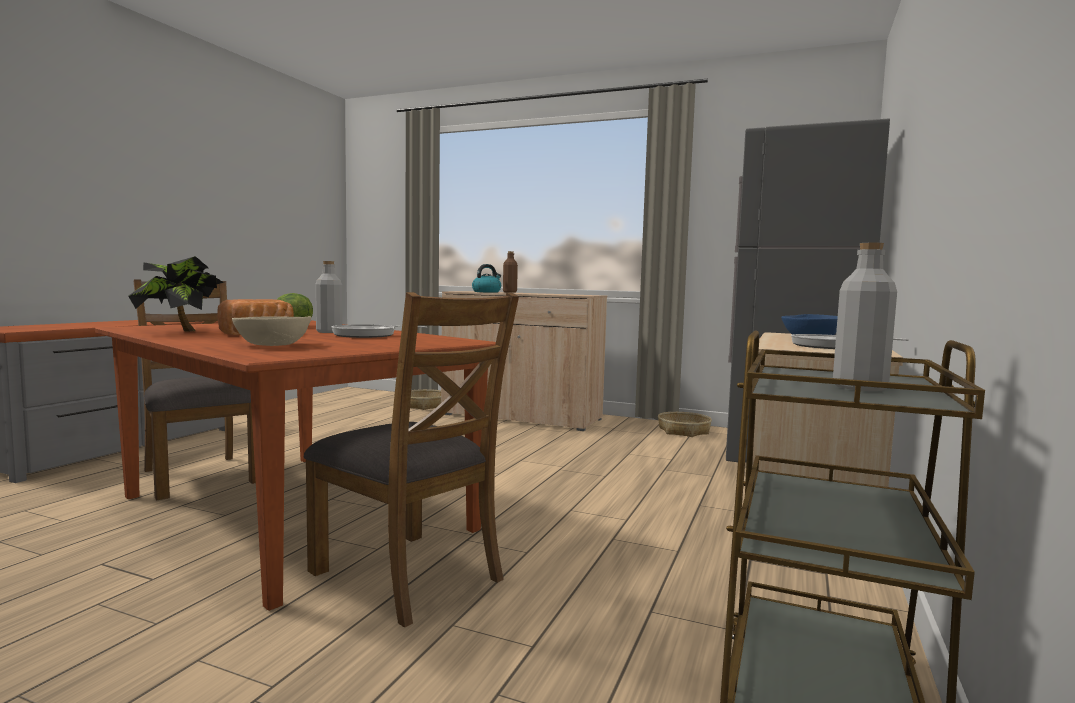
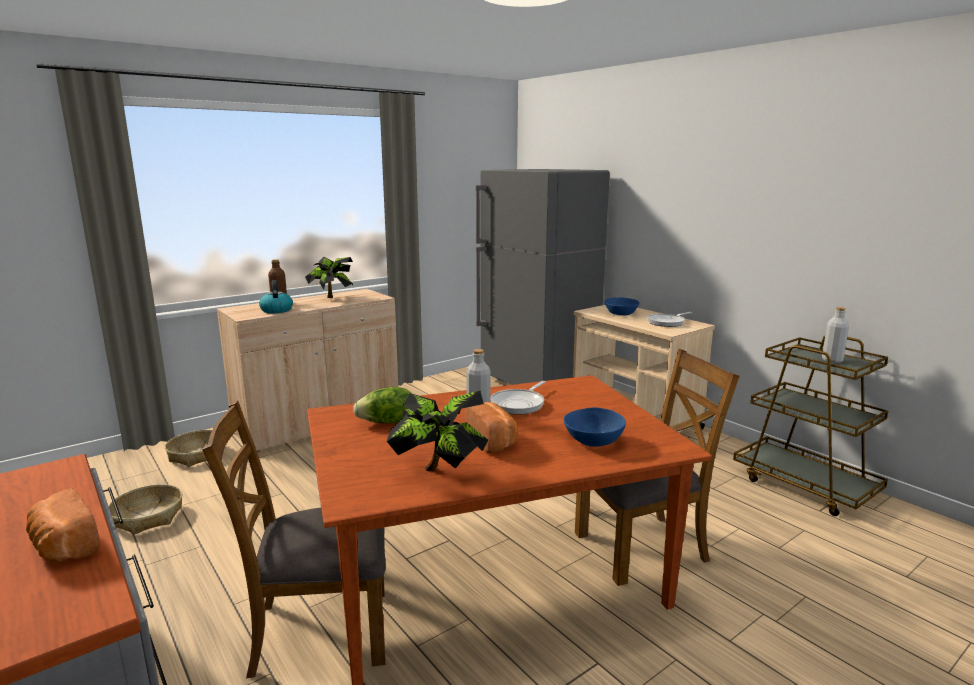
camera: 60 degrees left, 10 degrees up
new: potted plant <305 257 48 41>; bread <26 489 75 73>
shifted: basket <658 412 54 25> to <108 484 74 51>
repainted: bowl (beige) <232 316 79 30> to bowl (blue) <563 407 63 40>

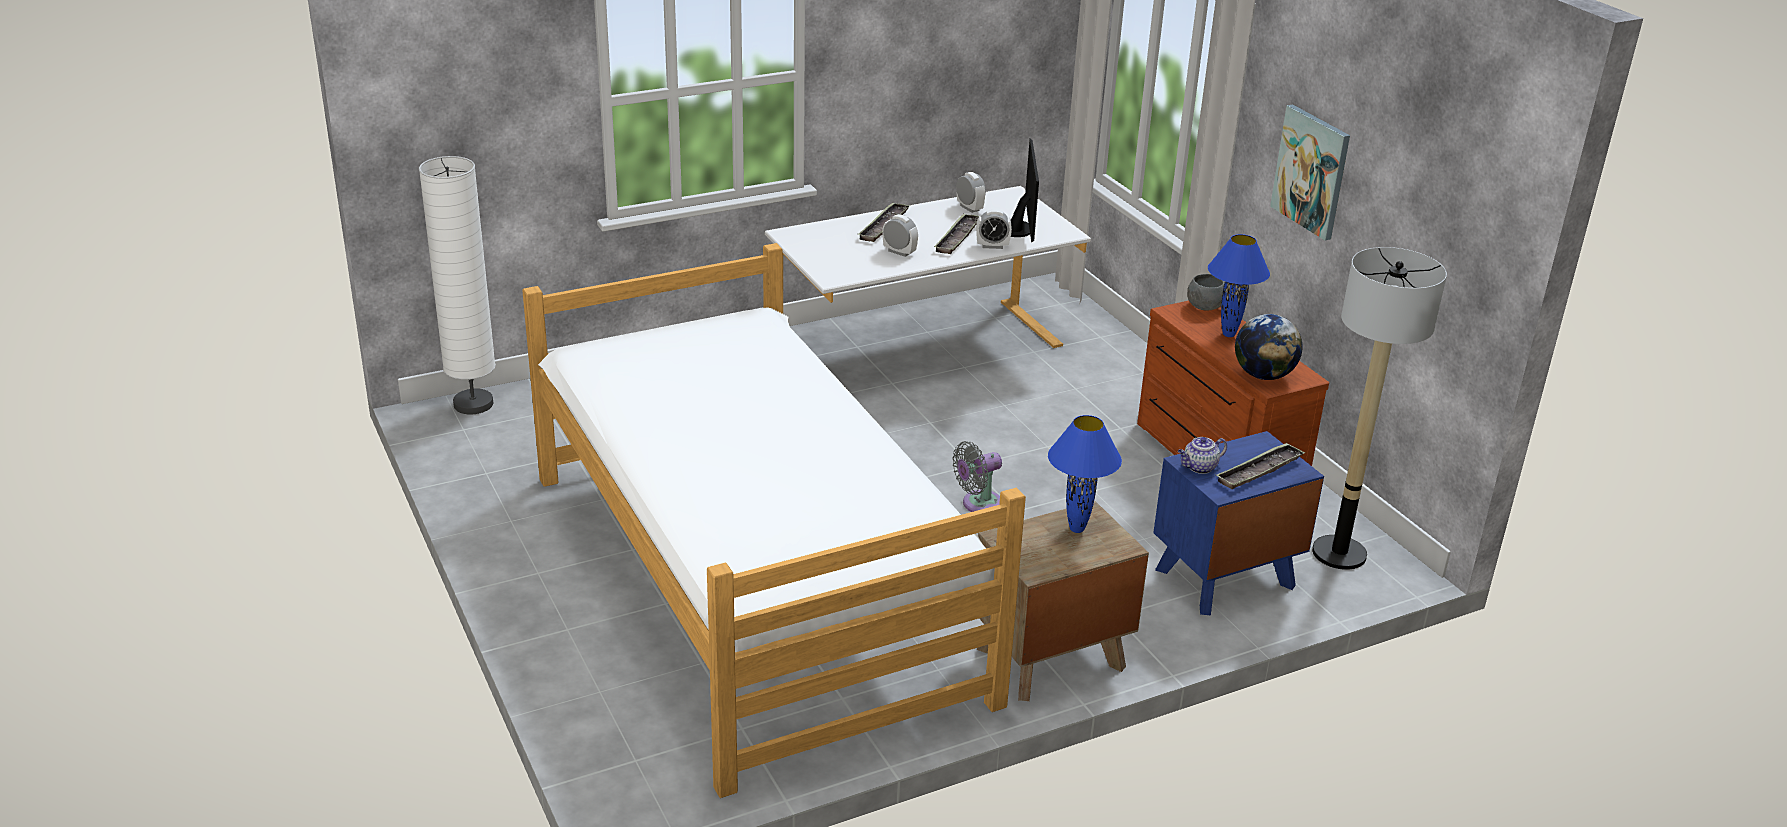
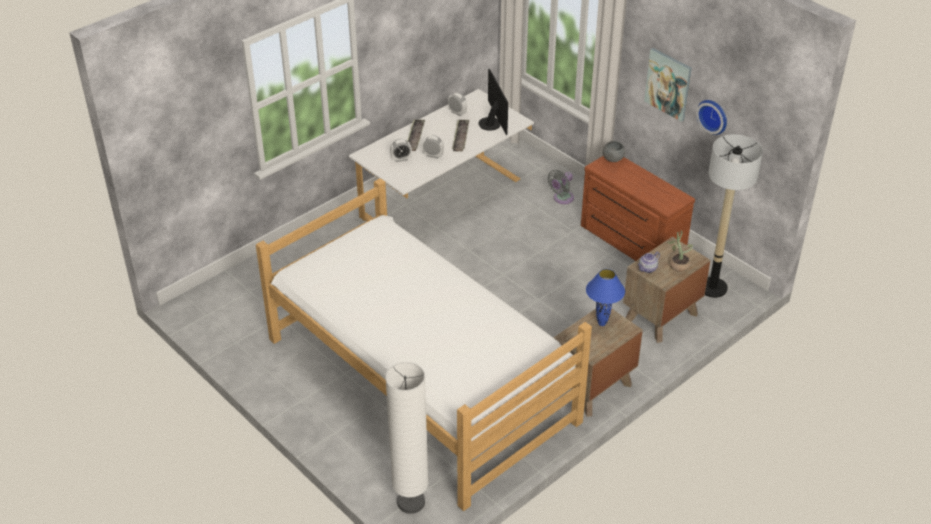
camera: 15 degrees left, 10 degrees up
gone: table lamp (blue) <1208 234 62 103>; globe <1235 314 67 66>
new: wall clock <696 100 31 35>
shifted: floor lamp (white) <419 156 77 258> to <385 362 44 152>; alarm clock <976 209 36 40> to <390 139 22 23>; fan (grey) <952 441 50 71> to <547 170 27 34>
swapped: tray <1217 442 88 47> to potted plant <668 231 25 41>
repainted: nightstand (blue) <1153 431 171 184> to nightstand (brown) <623 237 88 106>

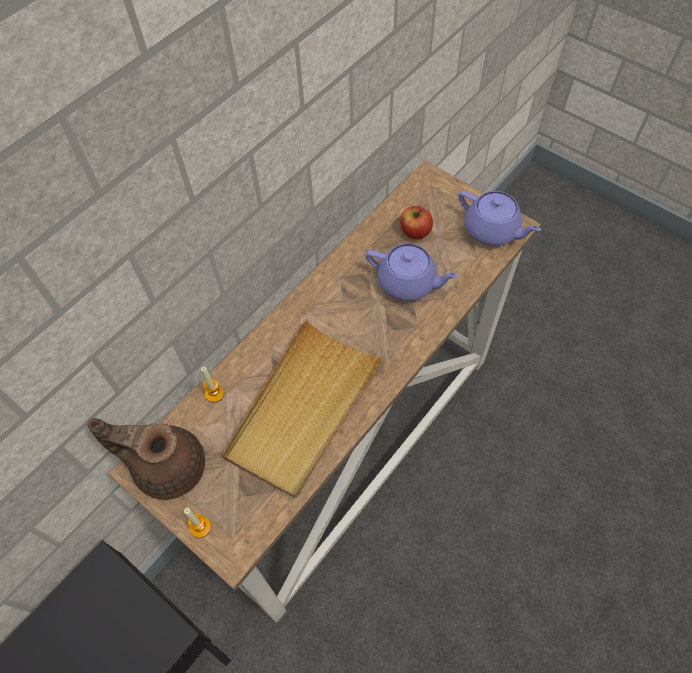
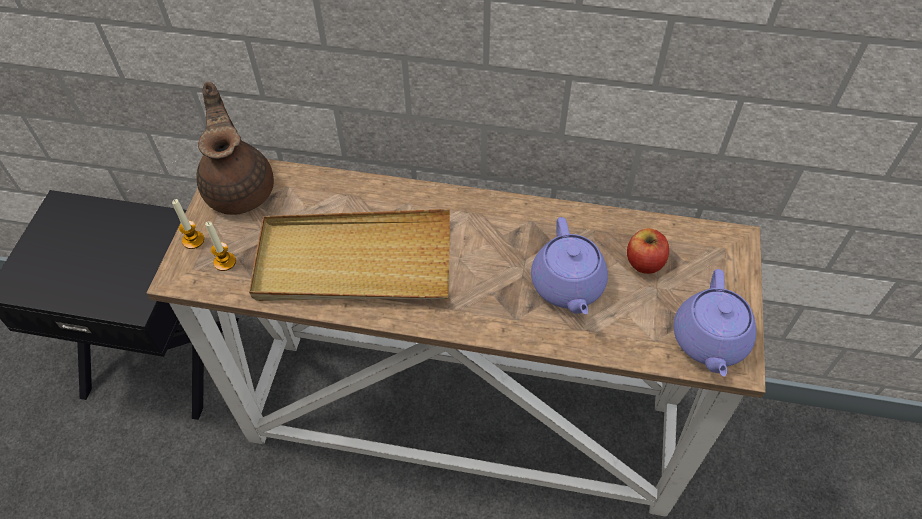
camera: 60 degrees right, 5 degrees down
shifted: candle <201 367 23 35> to <205 221 31 50>

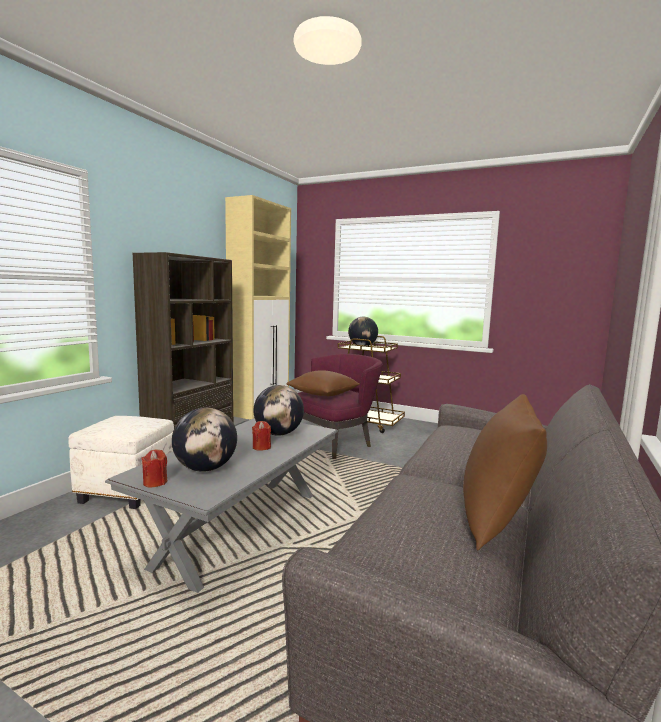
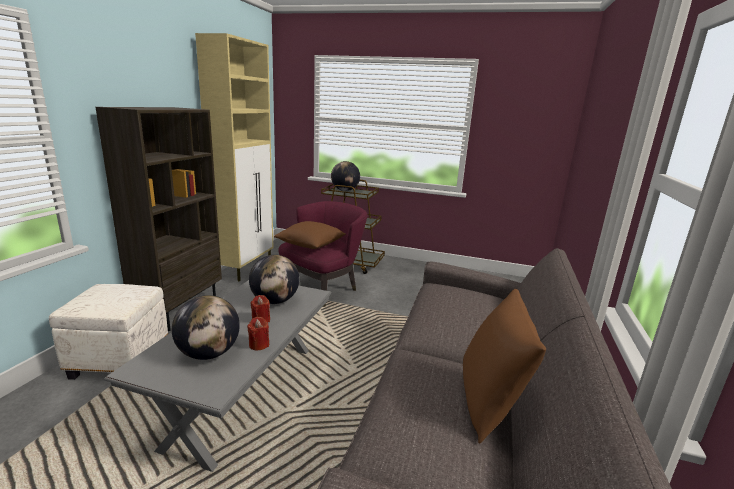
camera: 10 degrees left, 10 degrees up
shifted: candle (red) <141 449 26 38> to <247 317 22 34>

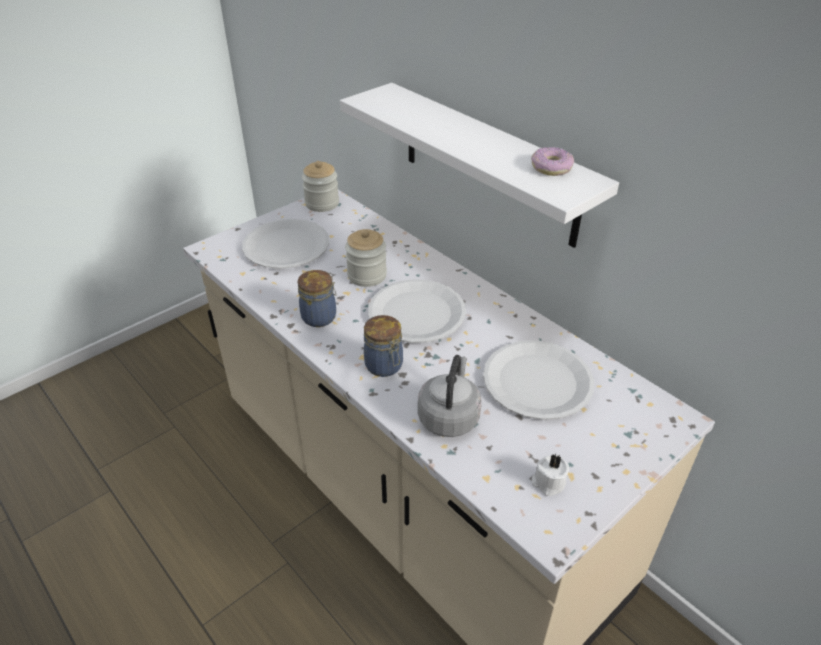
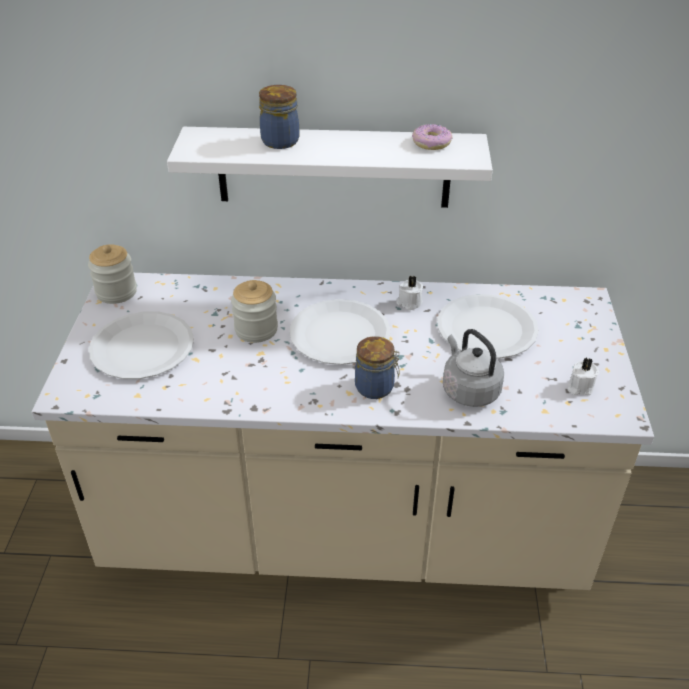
camera: 45 degrees left, 0 degrees up
new: candle (white) <397 276 26 34>
shifted: jar <298 270 39 57> to <259 85 40 64>

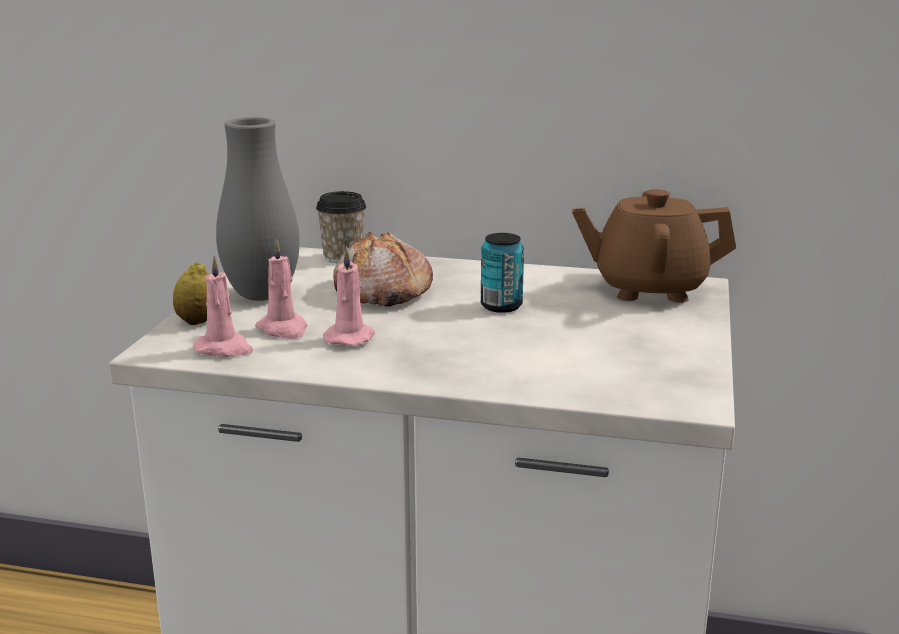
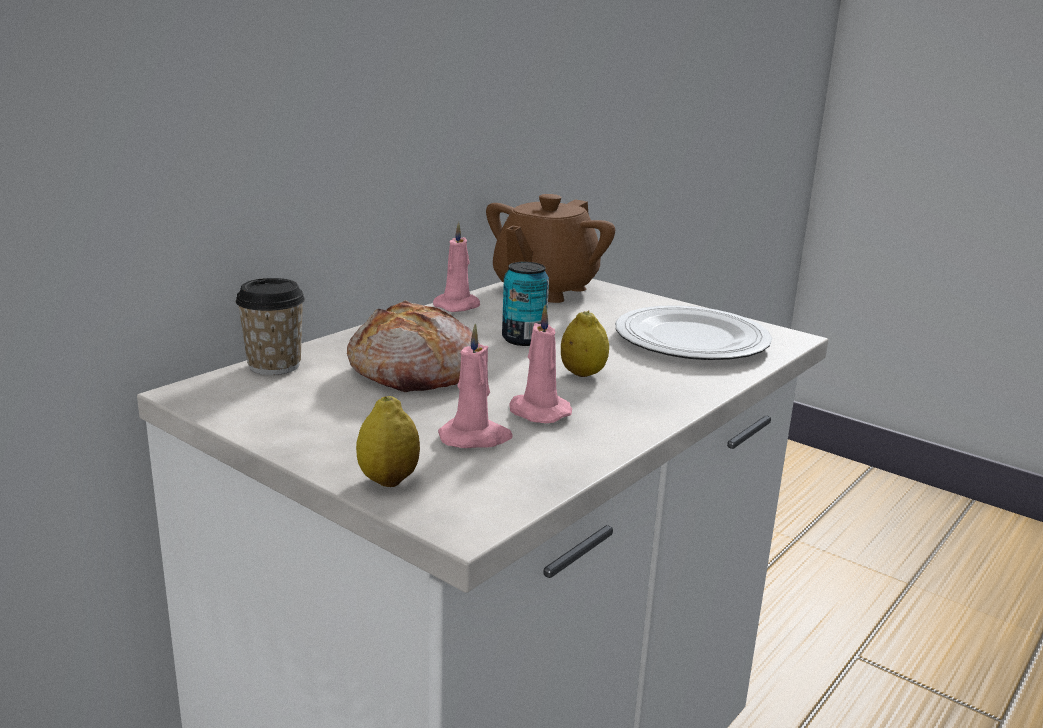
camera: 65 degrees left, 0 degrees up
gone: vase (grey) <216 117 84 184>
new: plate <615 305 157 55>; lemon <561 310 48 67>
shifted: candle (pink) <193 255 60 102> to <433 222 47 90>

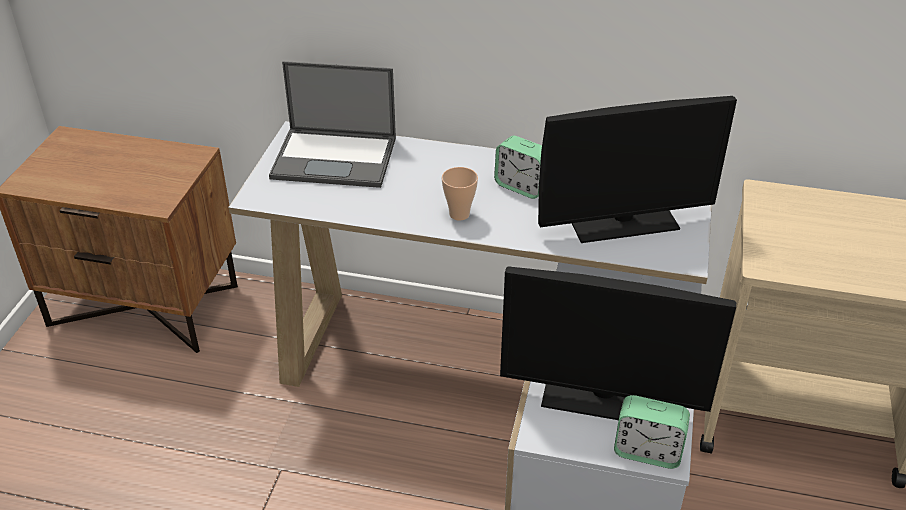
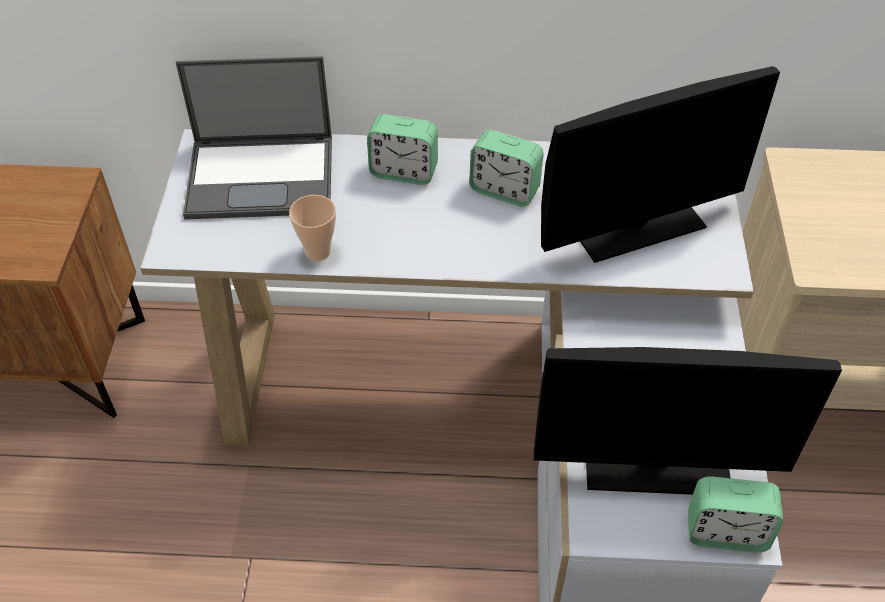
camera: 10 degrees left, 10 degrees up
new: alarm clock <367 114 71 71>
shifted: cup <442 167 36 54> to <289 195 47 66>

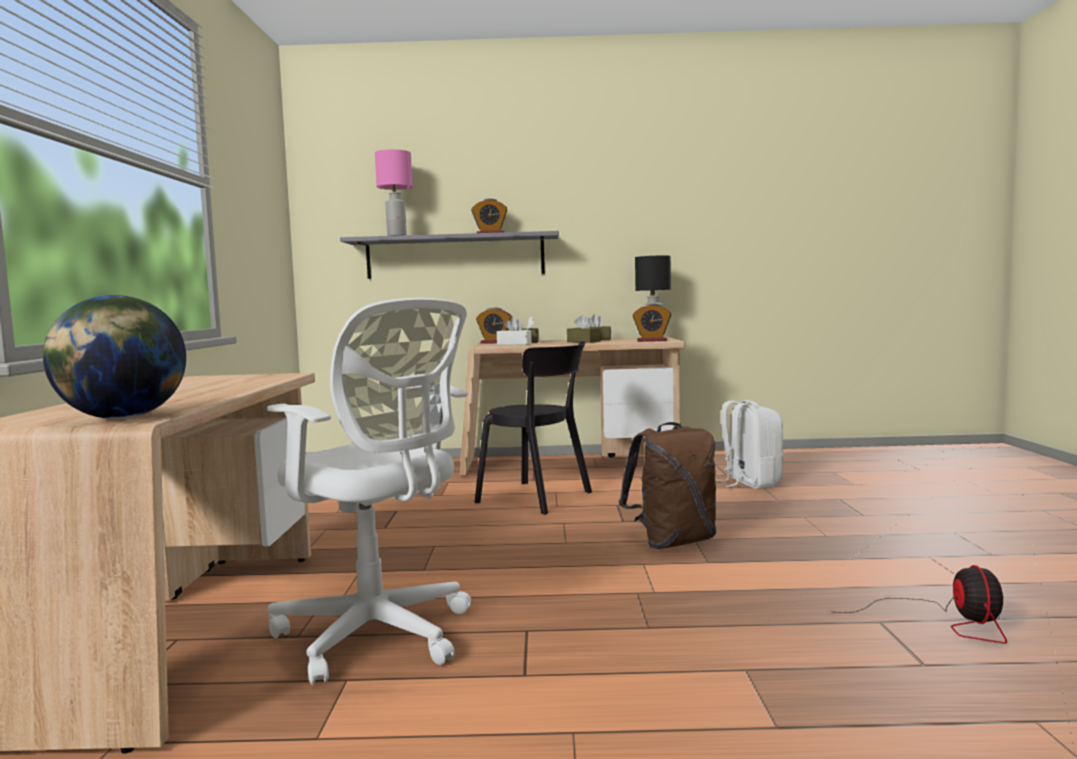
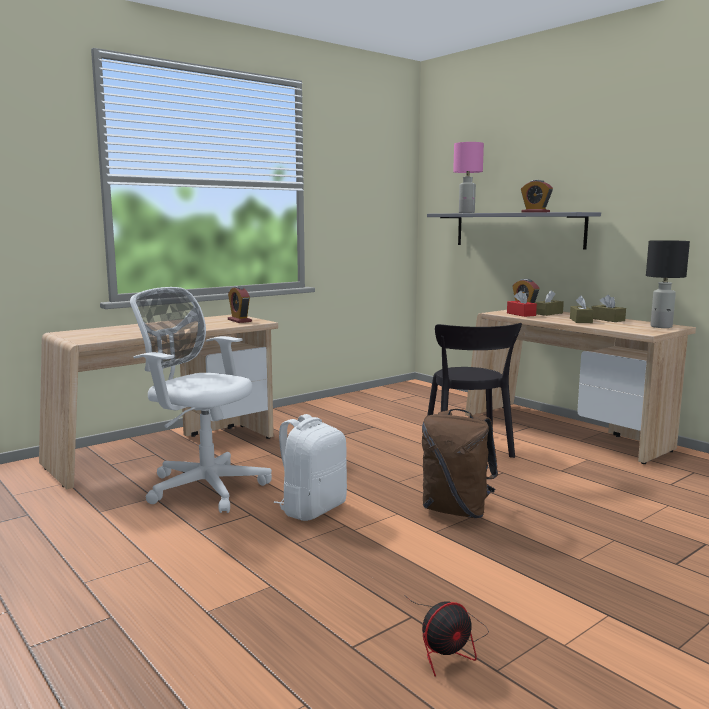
camera: 50 degrees right, 5 degrees up
gone: globe <43 295 143 124>
shifted: alarm clock <633 303 38 39> to <228 286 24 37>; backpack (white) <715 400 68 89> to <273 414 74 107>
repainted: tissue box (white) <497 317 35 28> to tissue box (red) <507 291 30 26>
rotated: office chair (white) <267 298 204 387> = <130 287 142 226> 120 degrees clockwise

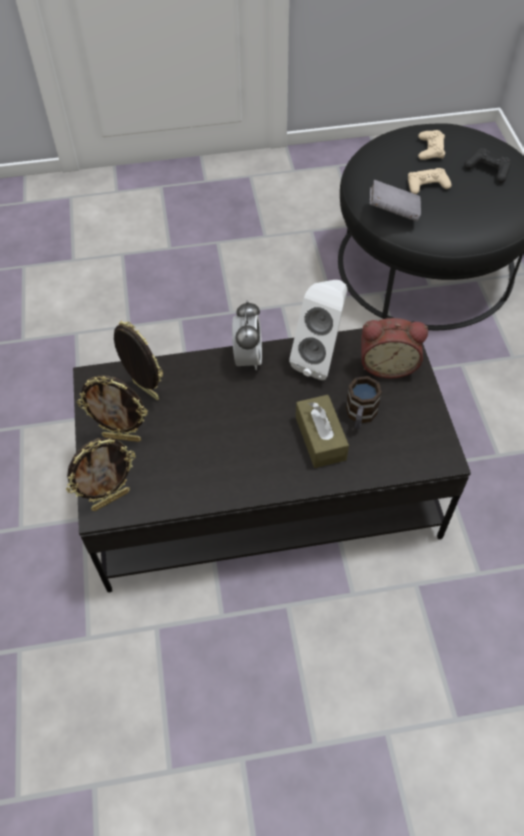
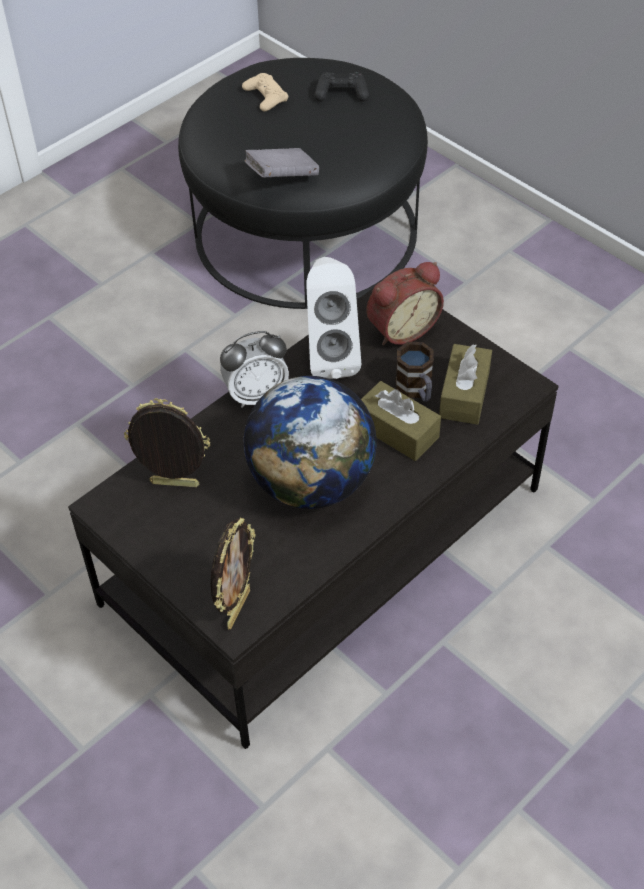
camera: 35 degrees left, 5 degrees down
gone: game controller (beige) <408 168 44 26>; picture frame <77 375 71 67>
new: tissue box (brown) <439 344 53 81>; globe <244 376 133 133>
rotated: alarm clock <232 301 30 69> = <220 331 69 77> 105 degrees clockwise

